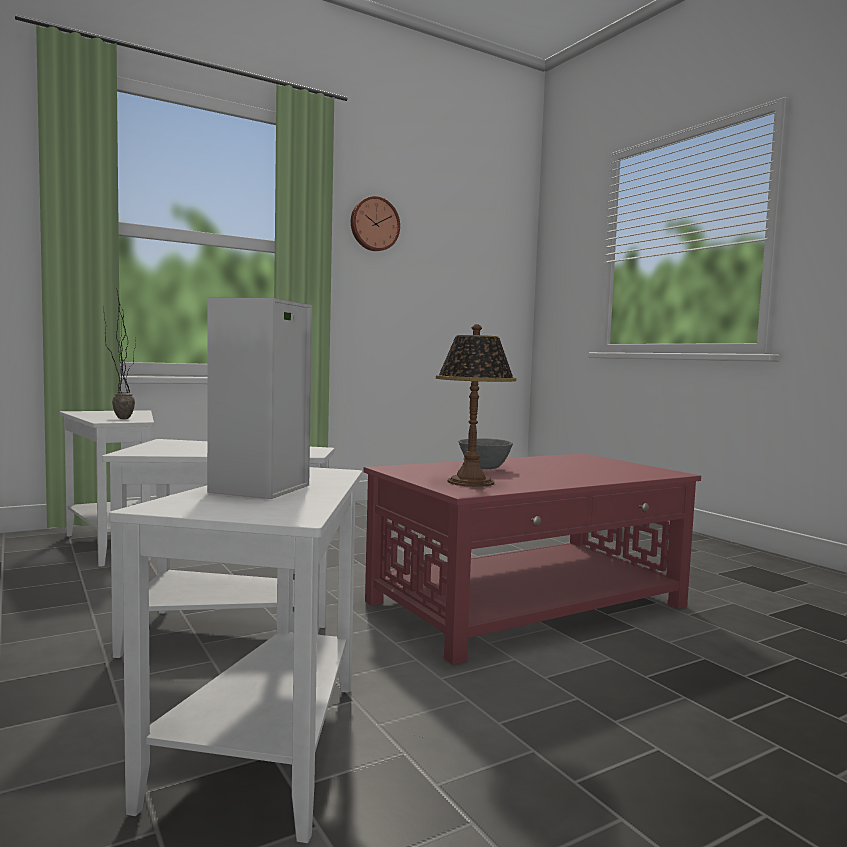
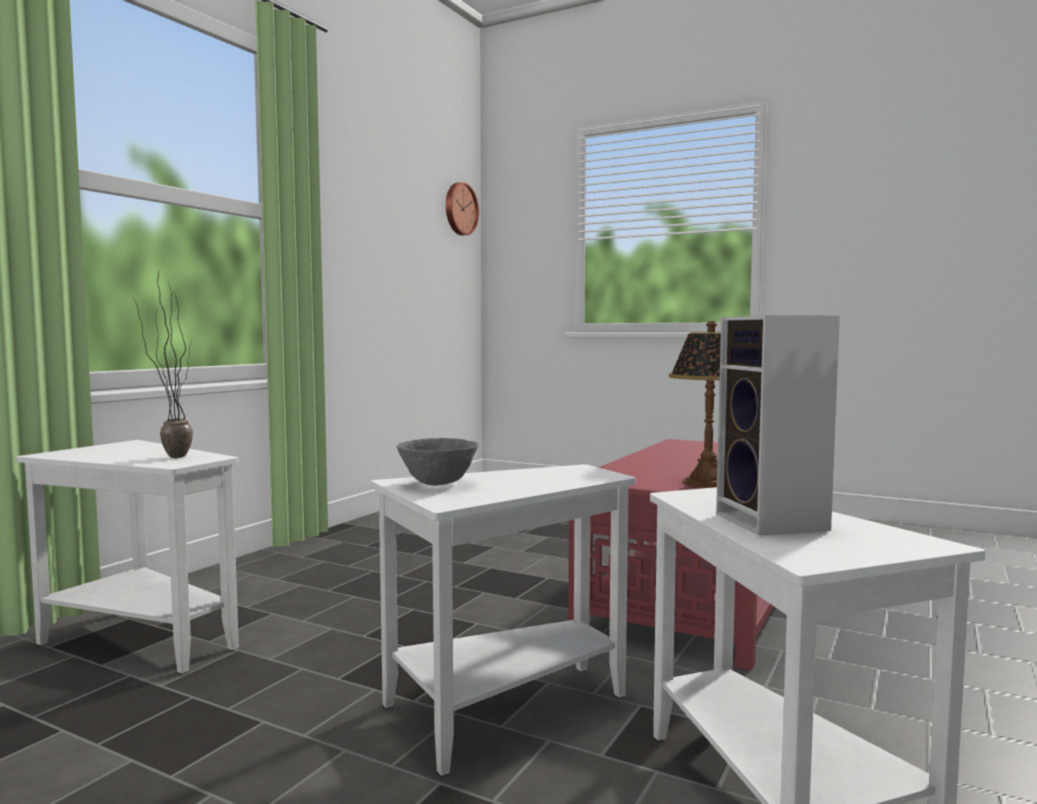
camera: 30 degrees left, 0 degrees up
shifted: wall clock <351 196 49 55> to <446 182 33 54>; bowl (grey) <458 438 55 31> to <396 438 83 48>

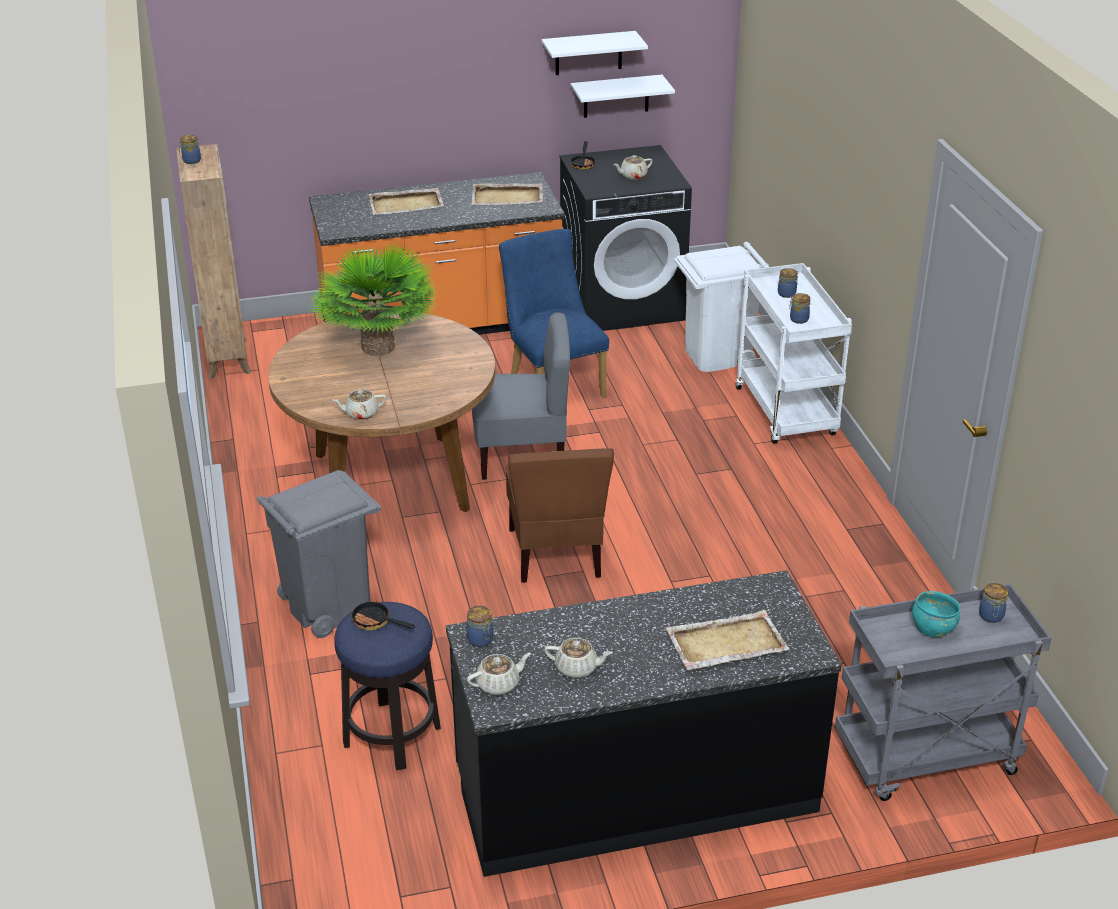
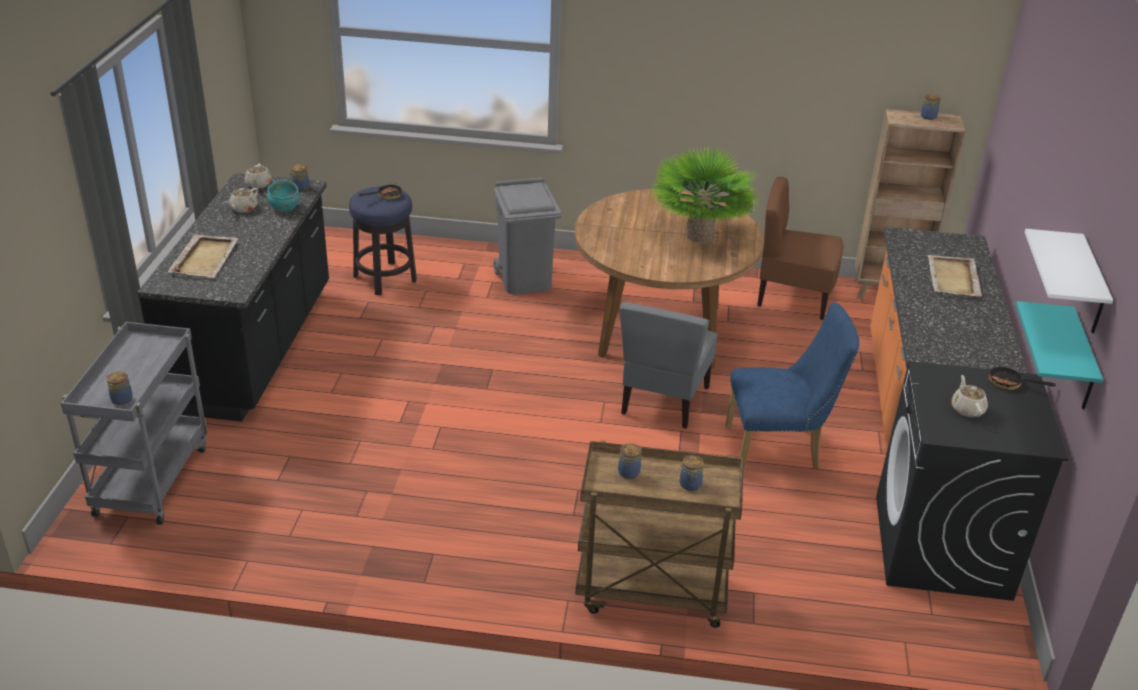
camera: 110 degrees right, 0 degrees up
gone: tray (beige) <471 183 72 22>; trash can (white) <674 242 95 130>; teapot (beige) <332 389 54 31>
shifted: chair (brown) <505 448 109 135> to <757 177 86 143>; bowl (turquoise) <912 591 49 46> to <267 180 33 32>
repainted: shelf (white) <570 75 105 43> to shelf (turquoise) <1016 301 87 108>; cart (white) <736 263 116 181> to cart (brown) <575 440 168 188>

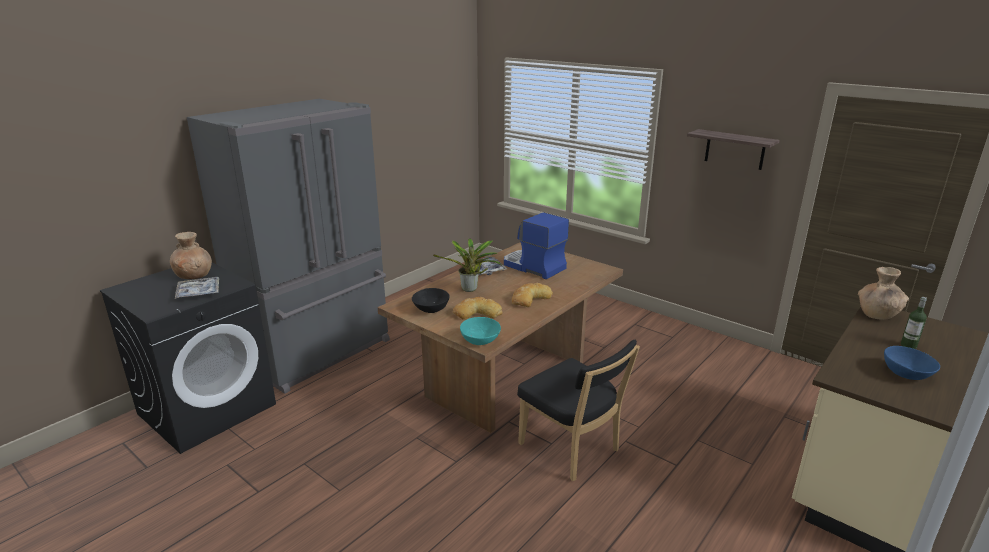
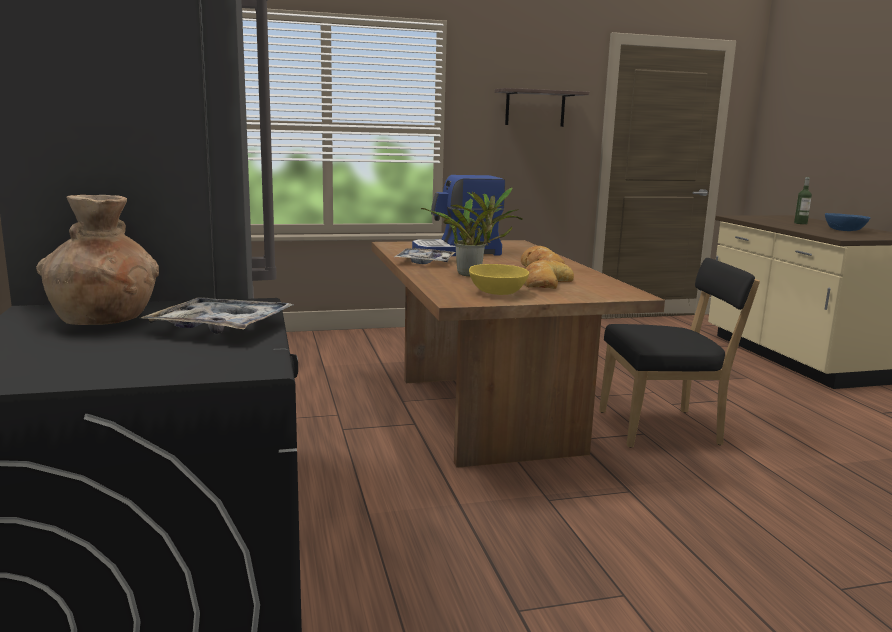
camera: 55 degrees left, 10 degrees down
gone: vase (brown) <858 267 51 53>; bowl (turquoise) <460 317 41 28>
repainted: bowl (black) <412 288 38 25> to bowl (yellow) <469 264 60 31>

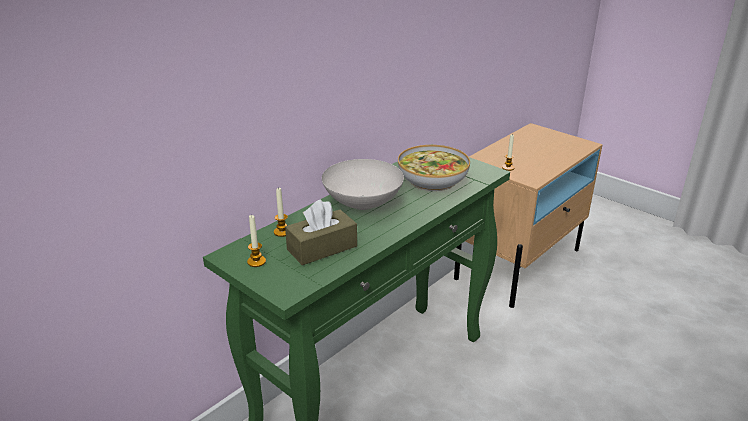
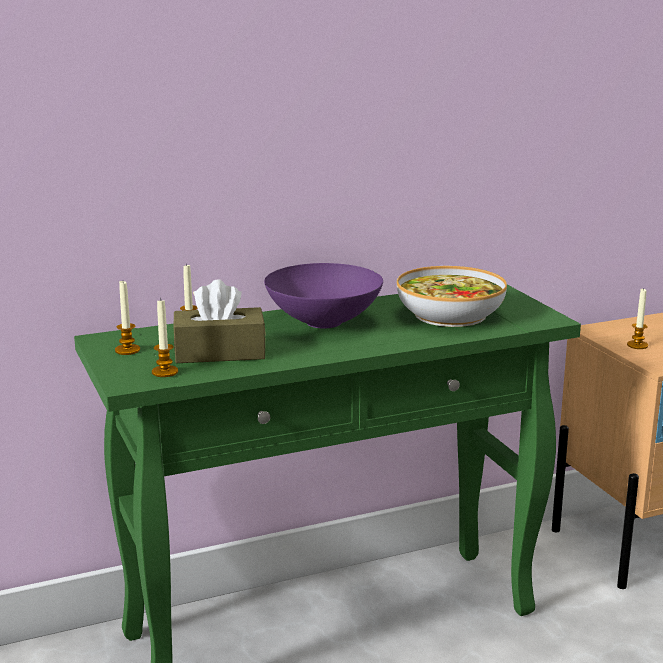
camera: 25 degrees right, 10 degrees down
new: candle <152 298 26 79>
repainted: bowl (white) <322 159 82 51> to bowl (purple) <264 263 119 65>

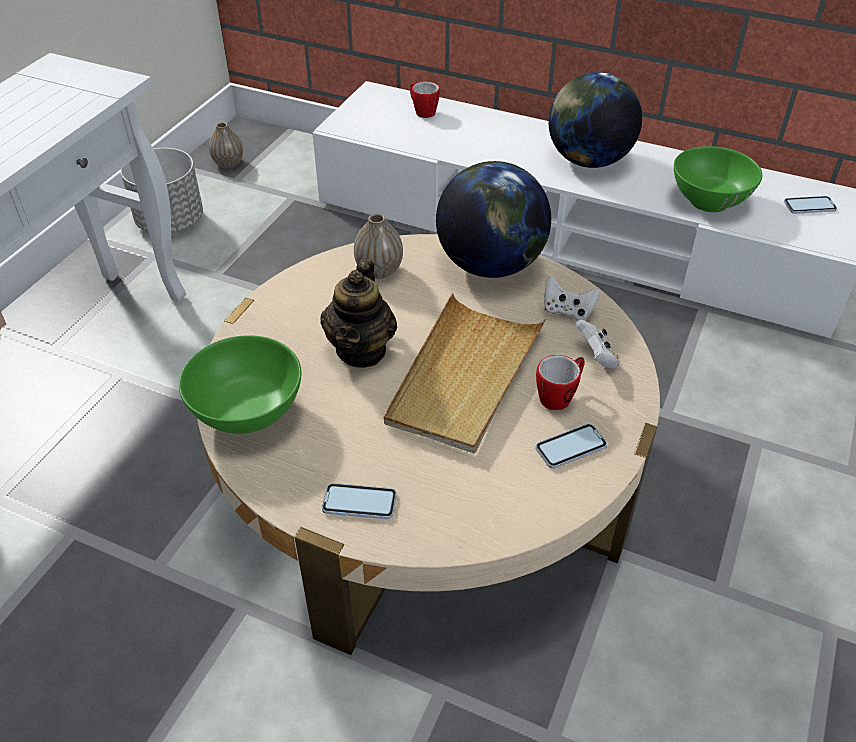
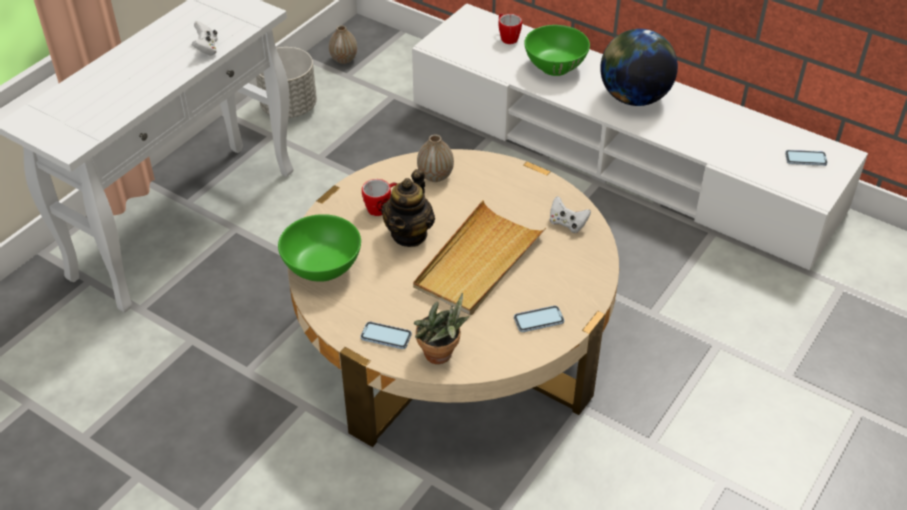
camera: 10 degrees right, 0 degrees up
gone: globe <436 161 115 117>
new: potted plant <414 293 56 71>
shifted: bowl (green) <674 146 88 66> to <524 25 66 51>; game controller (white) <575 319 45 50> to <192 21 26 35>; mug <536 355 49 55> to <362 179 35 37>

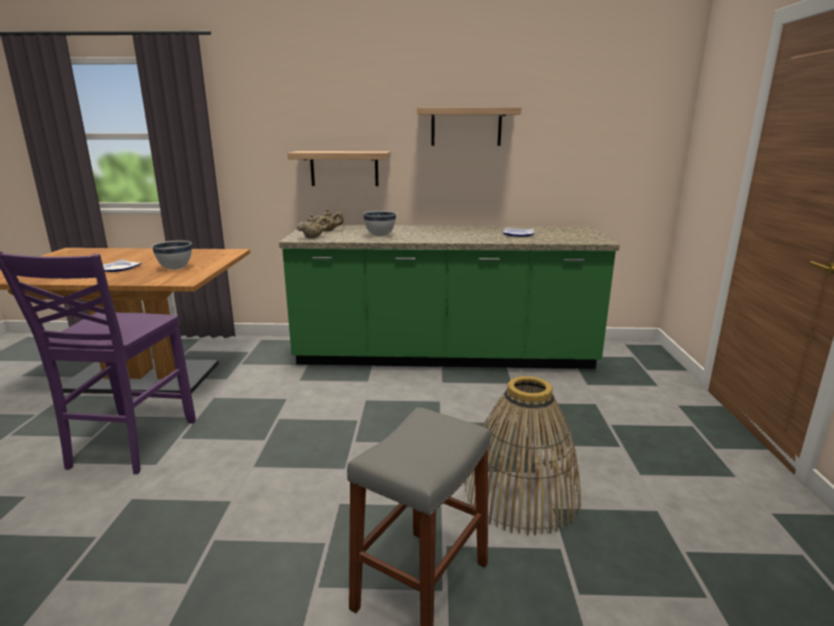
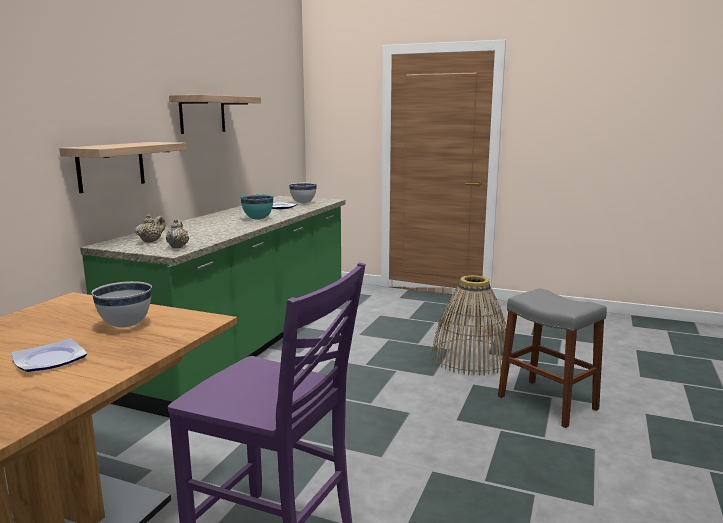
camera: 70 degrees left, 5 degrees down
new: bowl (turquoise) <240 195 34 25>
shifted: bowl (white) <363 211 33 26> to <289 182 28 22>

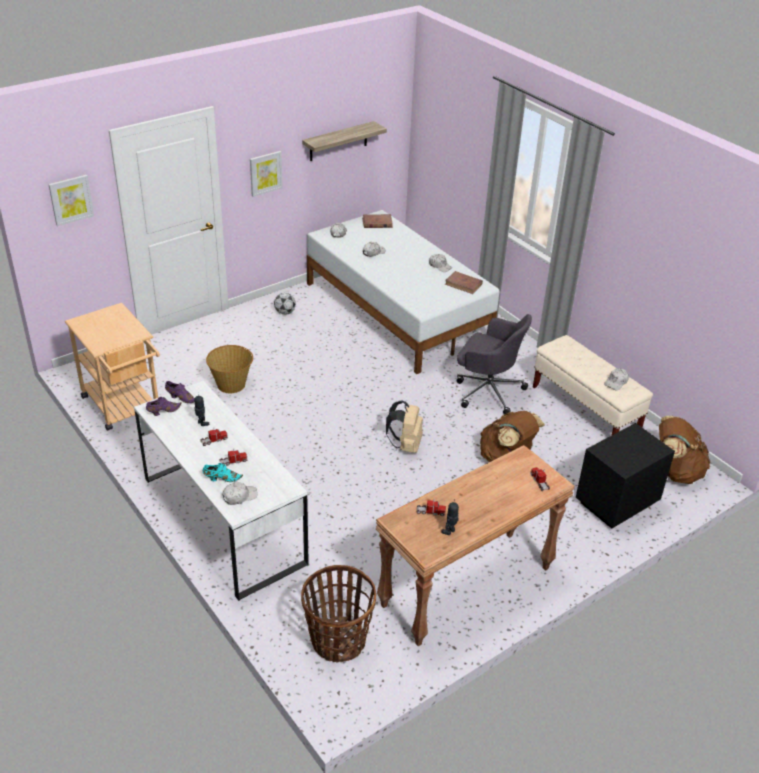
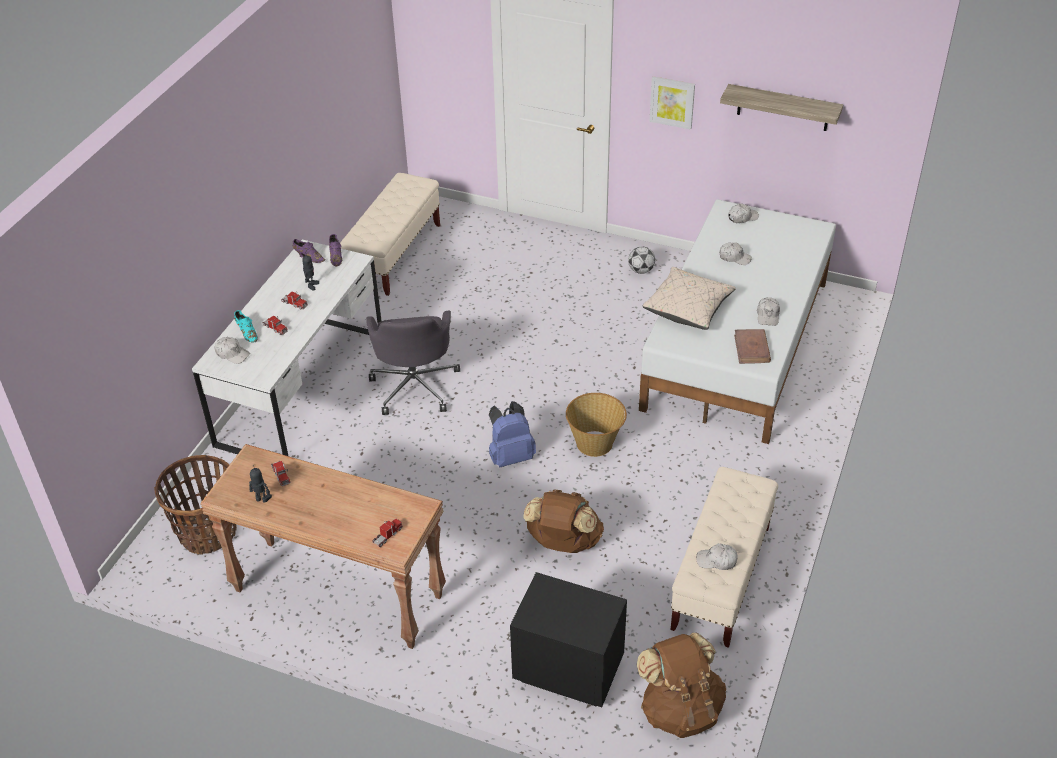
camera: 60 degrees right, 5 degrees up
gone: picture <48 175 46 51>; book (brown) <362 214 31 14>
new: pillow (beige) <642 267 94 63>
shifted: office chair (grey) <456 314 76 100> to <366 311 94 104>; basket <206 345 47 48> to <566 393 61 64>
swapped: cart (beige) <65 303 95 128> to bench (beige) <340 173 100 123>
repainted: backpack (beige) <386 400 37 53> to backpack (blue) <489 401 47 66>

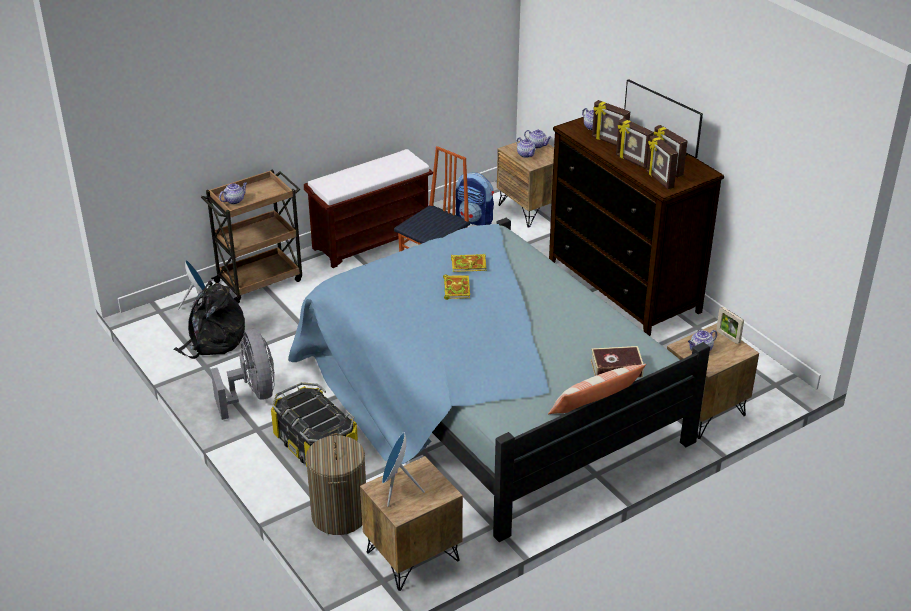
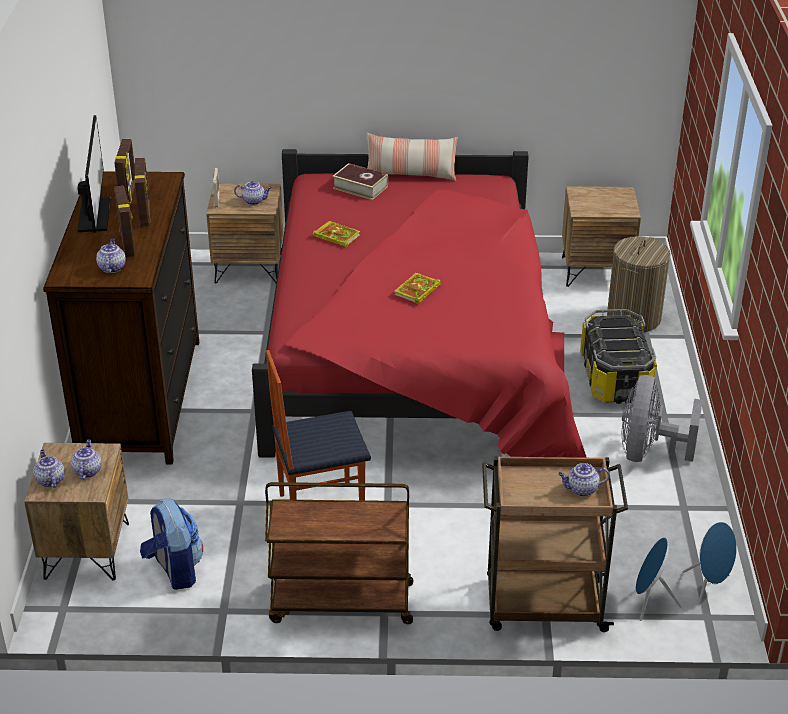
camera: 145 degrees left, 0 degrees up
gone: picture frame <647 135 31 55>; backpack (black) <174 281 71 78>
shifted: book <451 254 36 18> to <312 221 49 26>; speaker (blue) <382 432 43 75> to <683 522 54 83>
swapped: bench (brown) <304 149 129 119> to cart (brown) <265 482 148 142>
repainted: bed (blue) <288 218 422 324> to bed (red) <252 149 335 309>

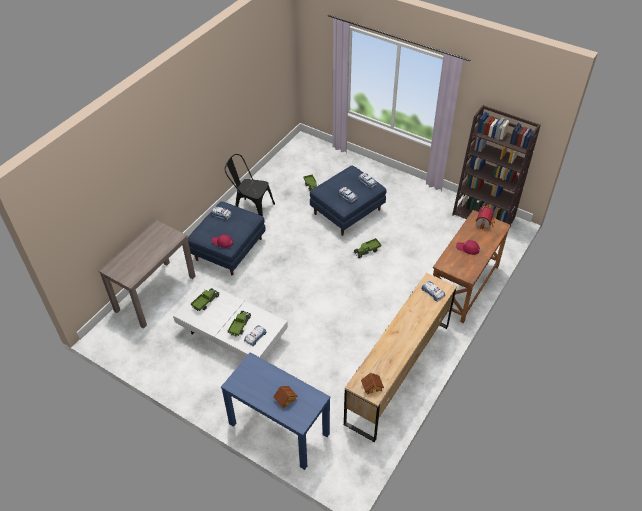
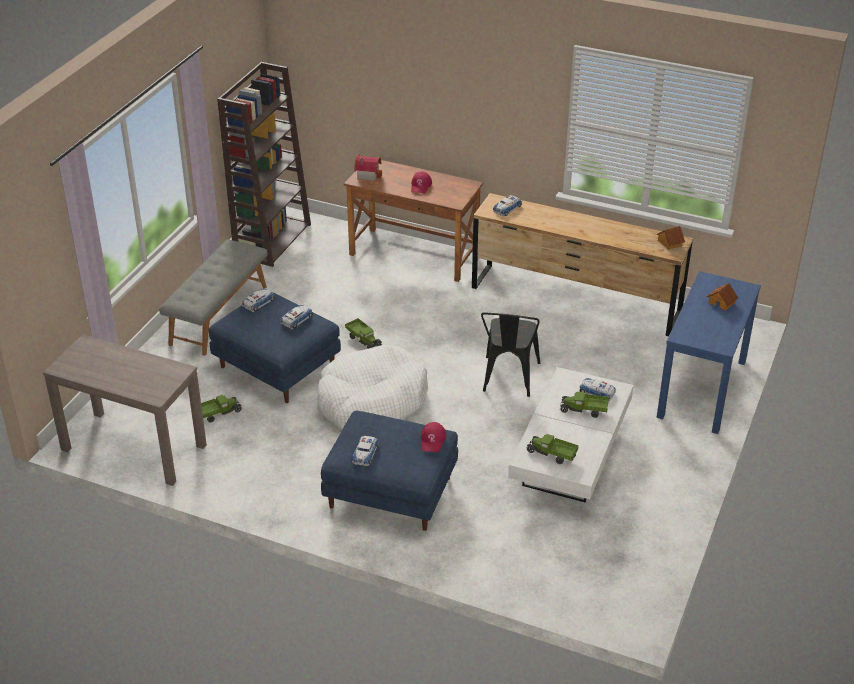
camera: 100 degrees left, 10 degrees down
new: bench (grey) <159 240 109 116>; dog bed (white) <317 345 111 84>
shifted: chair (black) <225 154 50 62> to <481 312 59 85>; console table (brown) <99 220 96 108> to <43 334 164 152>

